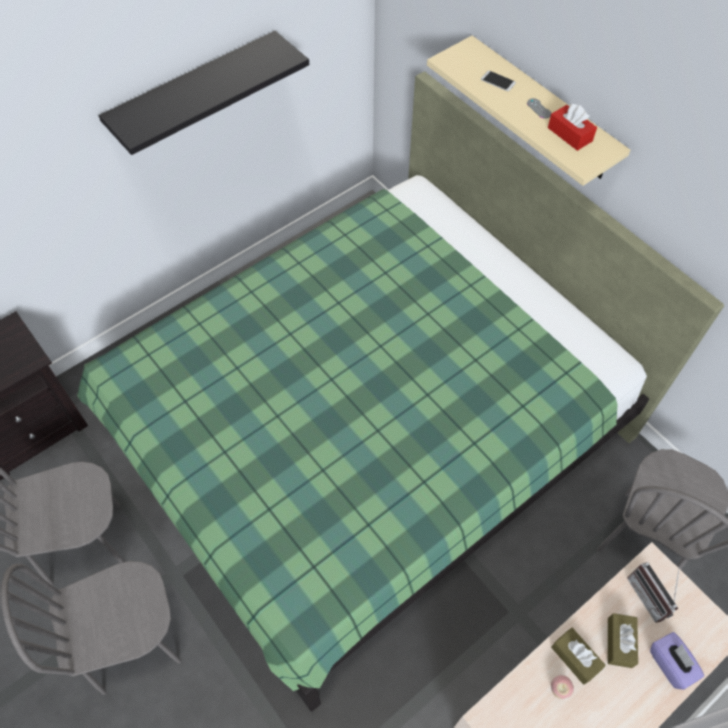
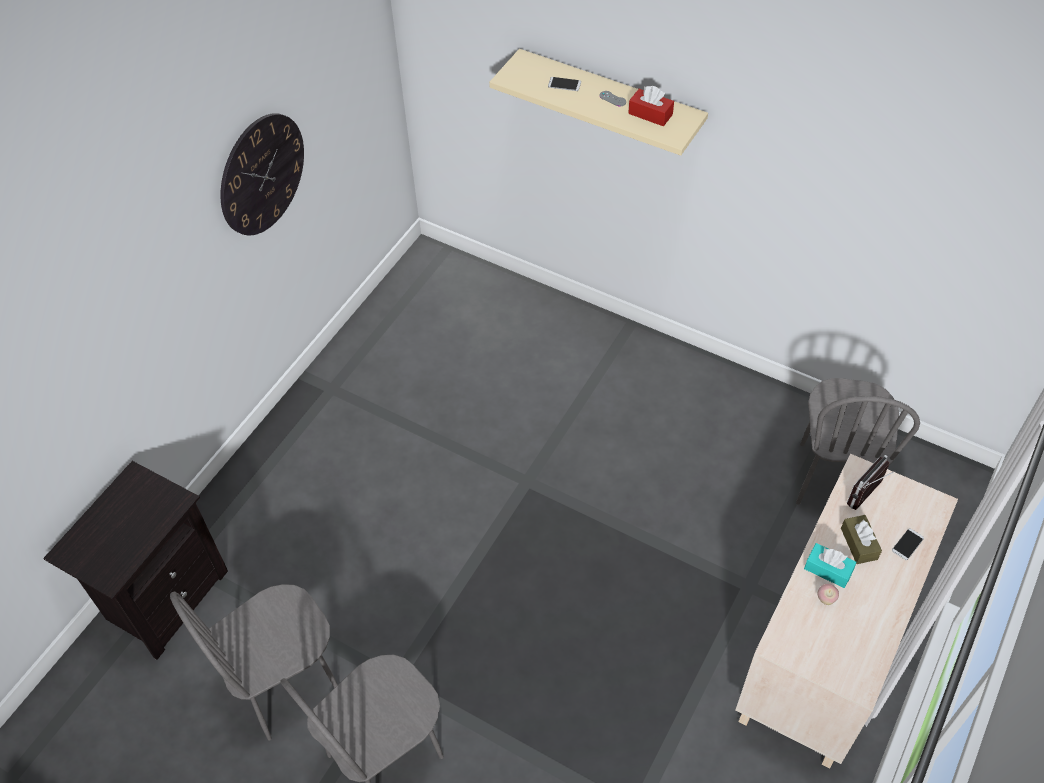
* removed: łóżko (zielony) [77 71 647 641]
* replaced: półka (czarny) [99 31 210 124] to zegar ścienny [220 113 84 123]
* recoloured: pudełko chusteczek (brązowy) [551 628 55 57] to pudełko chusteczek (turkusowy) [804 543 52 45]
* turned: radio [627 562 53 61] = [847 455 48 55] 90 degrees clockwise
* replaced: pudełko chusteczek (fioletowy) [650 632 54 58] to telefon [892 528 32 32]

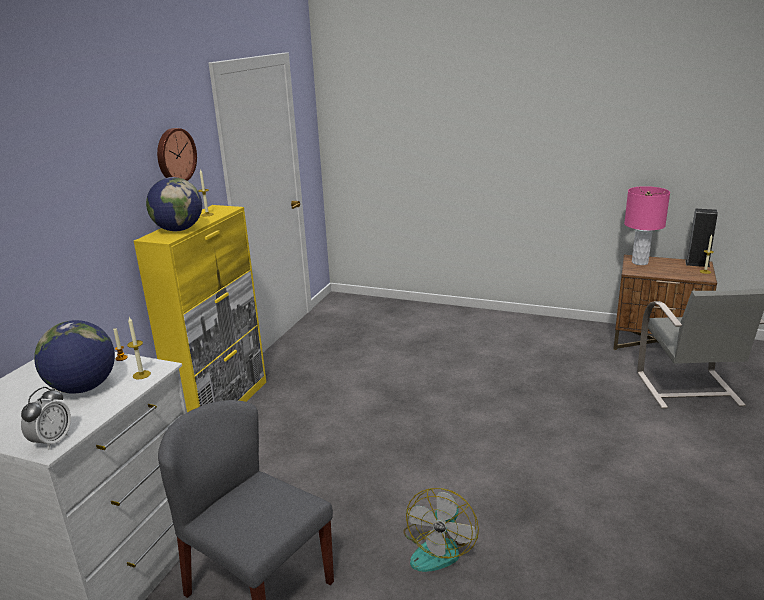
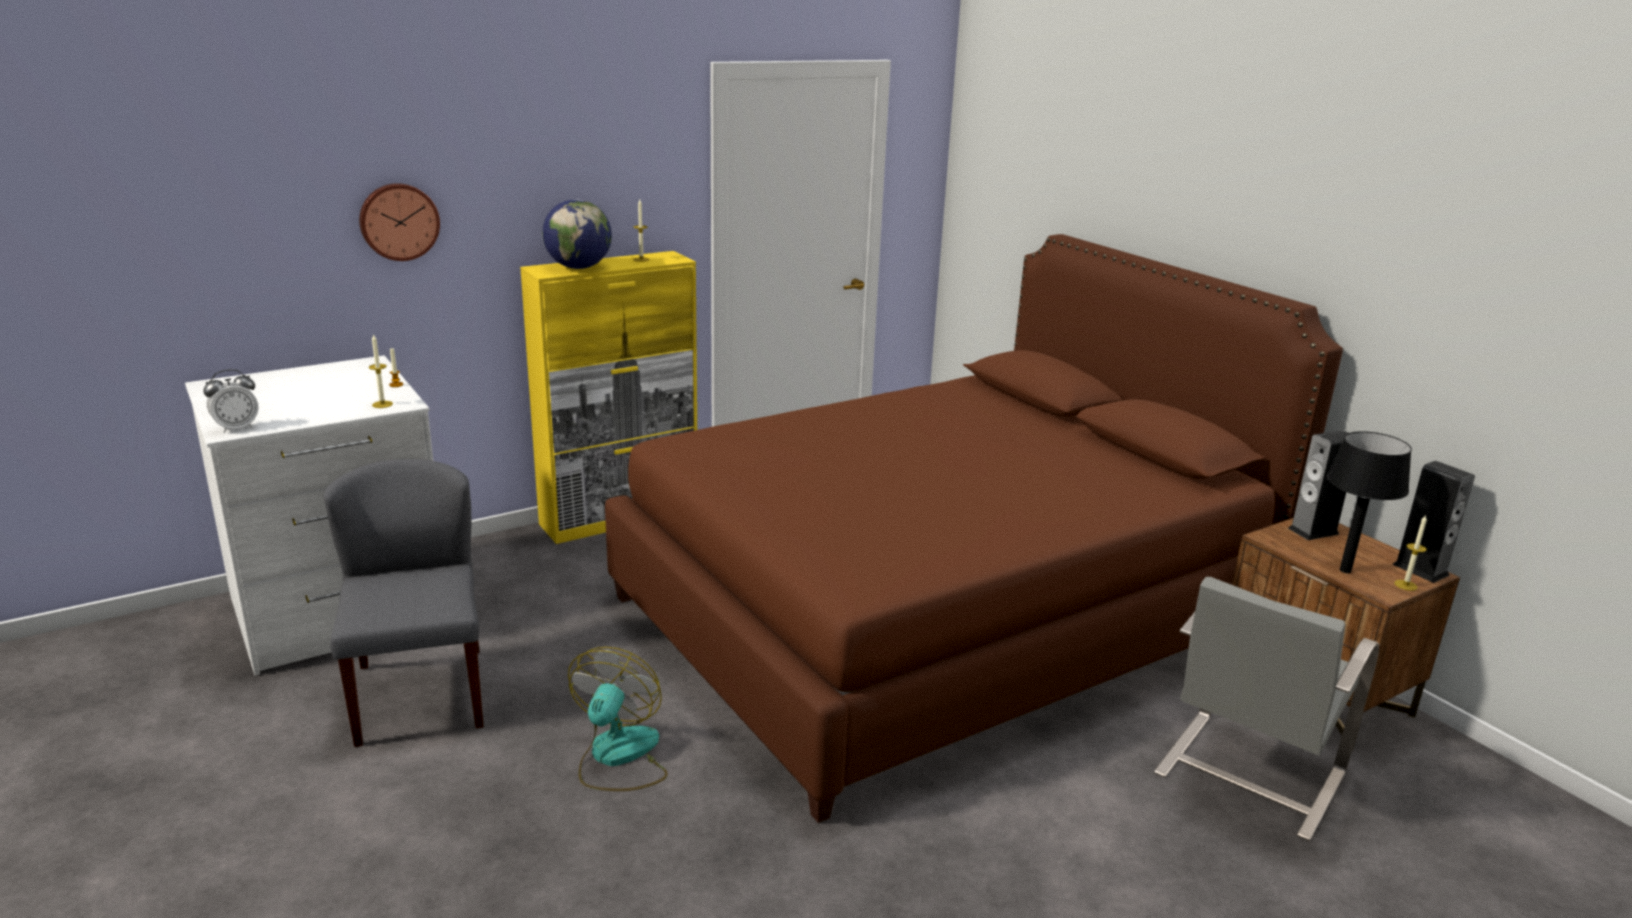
* removed: globus [34 320 81 74]
* moved: zegar ścienny [157 128 40 53] to [359 183 81 78]
* turned: wentylator [403 488 76 84] = [568 647 100 144] 135 degrees clockwise
* replaced: lampa stołowa (różowy) [624 186 46 79] to głośnik [1288 430 60 110]
* added: łóżko (brązowy) [605 234 738 589]
* added: lampa stołowa (czarny) [1327 431 85 142]

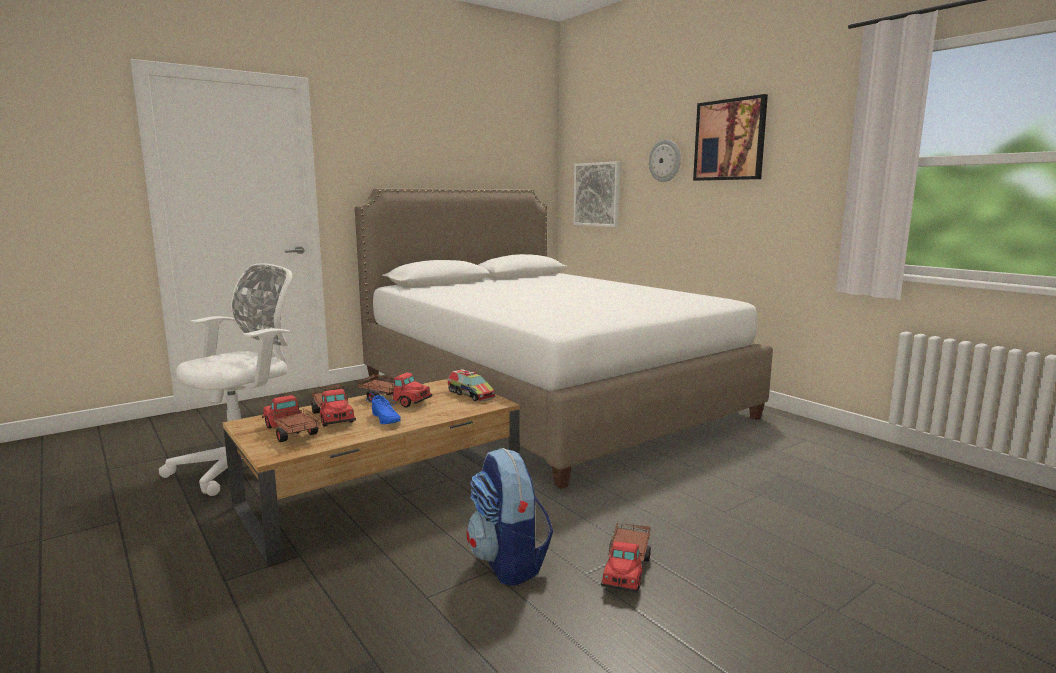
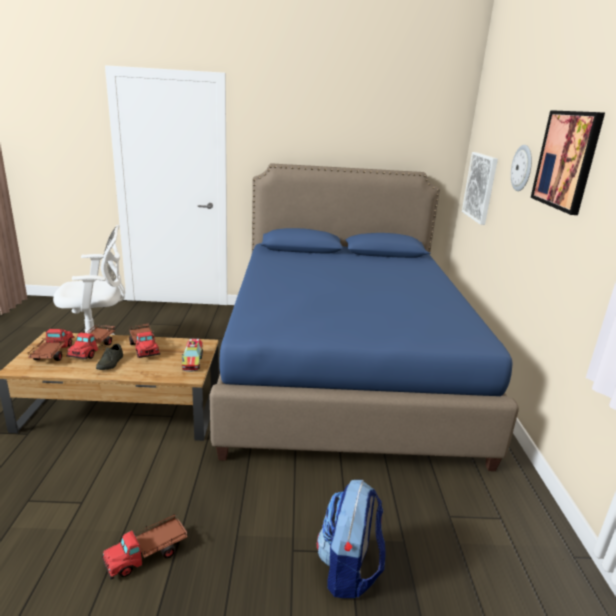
* recoloured: łóżko (biały) [355 188 418 301] to łóżko (niebieski) [210 163 309 308]
* recoloured: but (niebieski) [366 393 35 31] to but (szary) [96 344 27 26]
* moved: plecak [466 448 87 138] to [317 480 68 118]

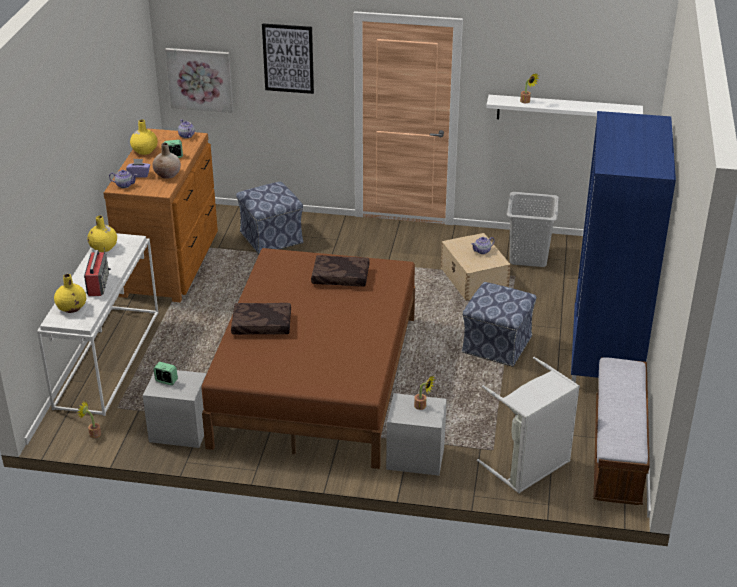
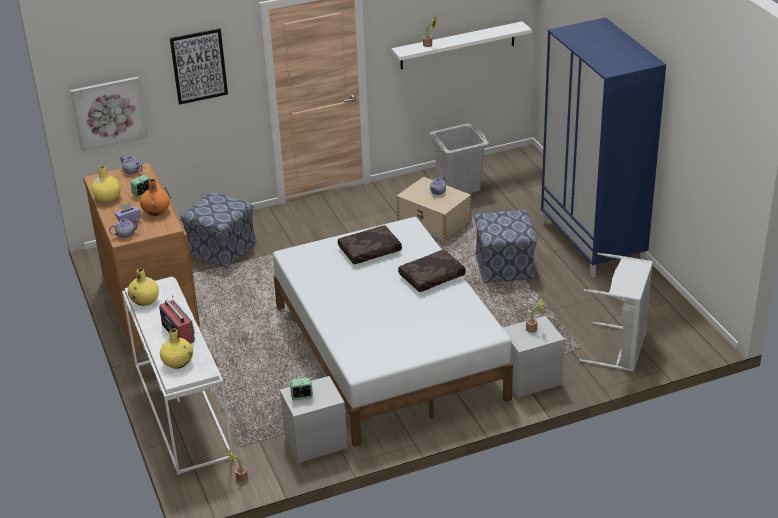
* recoloured: wazon (beżowy) [153 143 28 36] to wazon (pomarańczowy) [140 179 30 37]
* recoloured: łóżko (brązowy) [201 248 214 221] to łóżko (biały) [273 217 240 229]
* moved: poduszka (brązowy) [231 303 60 32] to [398 250 68 42]
* removed: ławka [594 357 56 148]

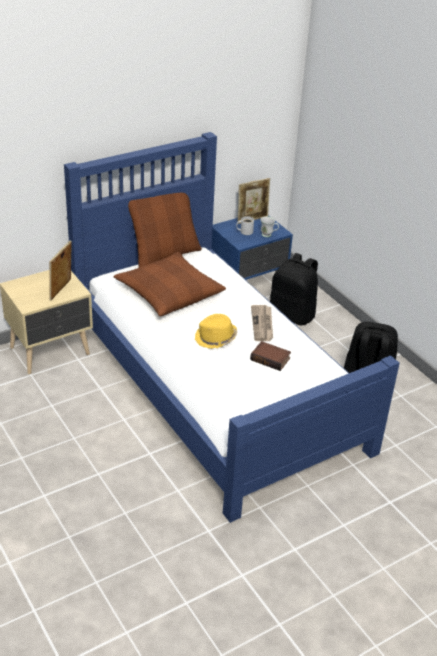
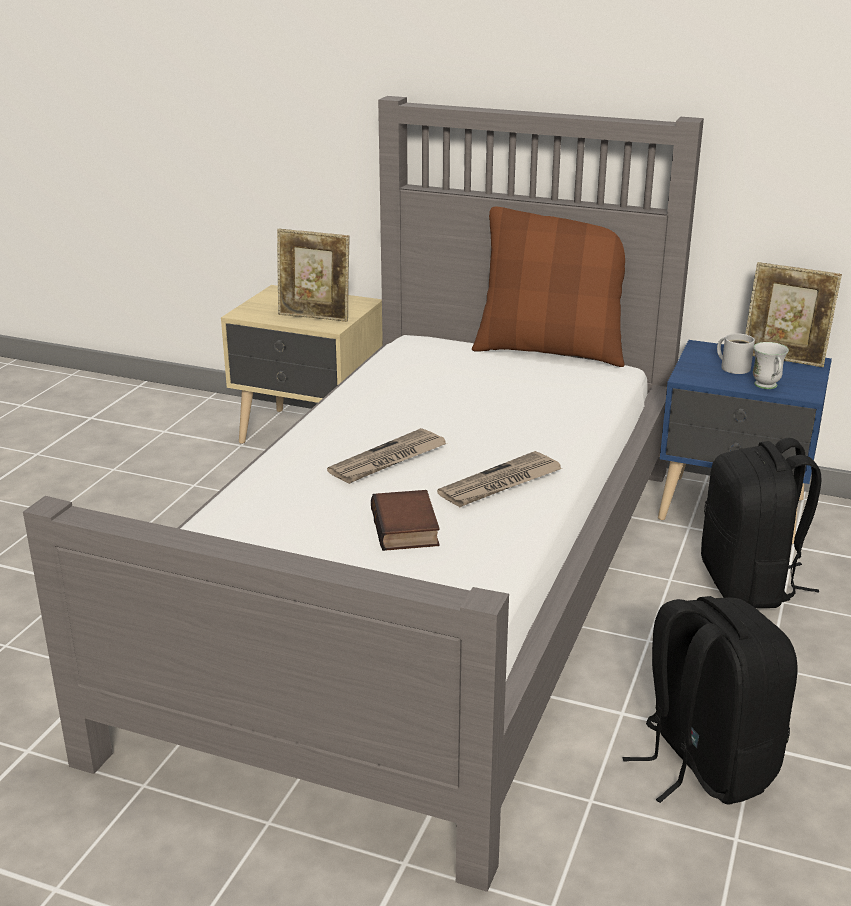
* turned: ramka na zdjęcie [49 241 23 60] = [277 229 73 93] 150 degrees counterclockwise
* recoloured: łóżko (niebieski) [64 132 336 391] to łóżko (szary) [23 96 681 796]
* removed: poduszka (brązowy) [114 252 112 64]
* replaced: kapelusz (żółty) [195 314 43 35] to gazeta [327 428 119 56]

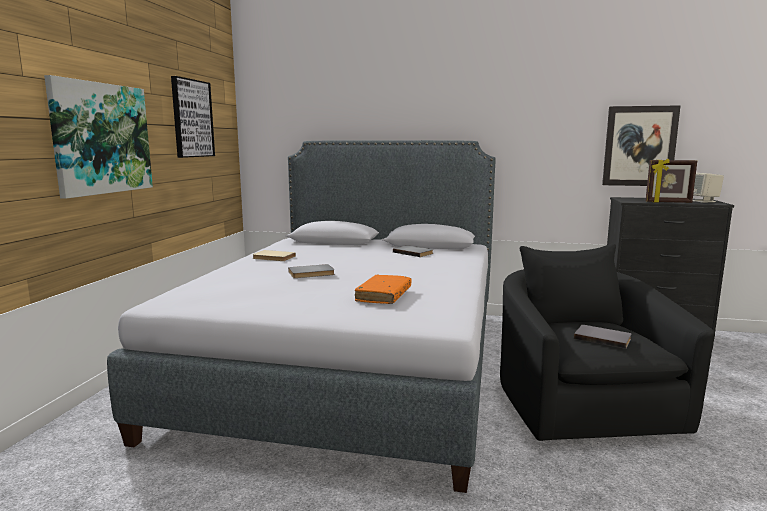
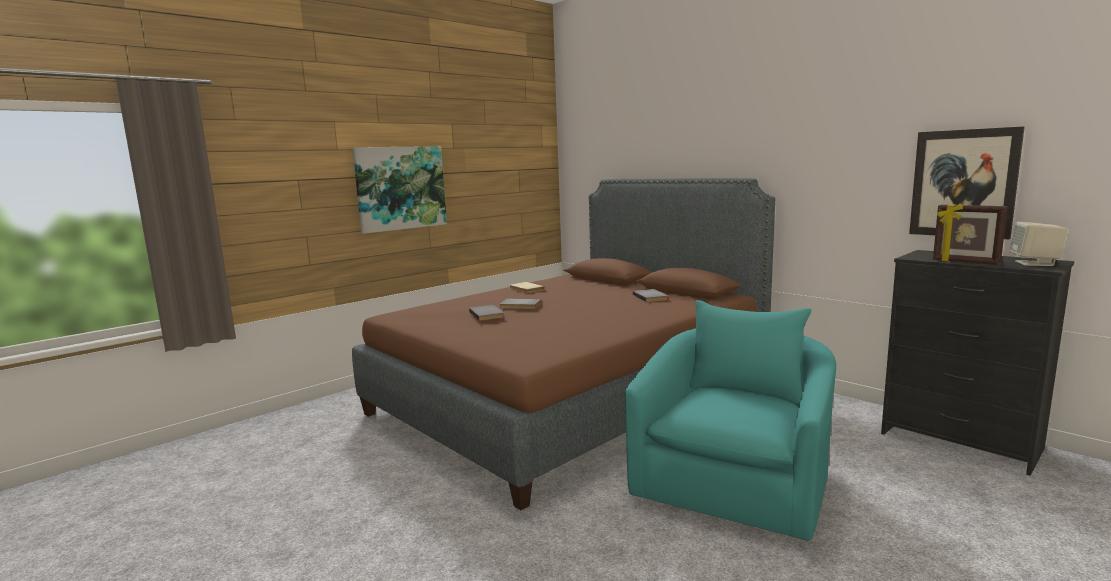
* recoloured: łóżko (szary) [107 140 389 353] to łóżko (brązowy) [352 178 423 332]
* removed: obraz [171 76 44 82]
* removed: książka (pomarańczowy) [355 274 56 30]
* recoloured: fotel (czarny) [500 244 215 197] to fotel (turkusowy) [625 300 211 241]
* moved: książka (szary) [574 325 57 24] to [469 305 35 16]

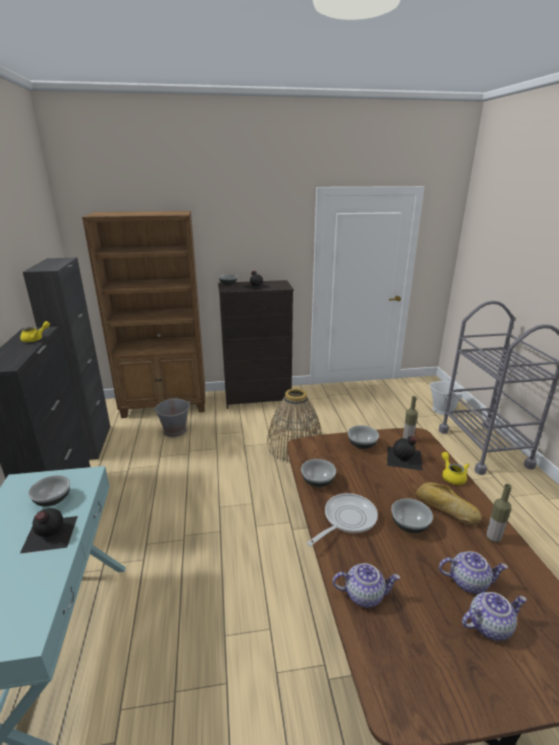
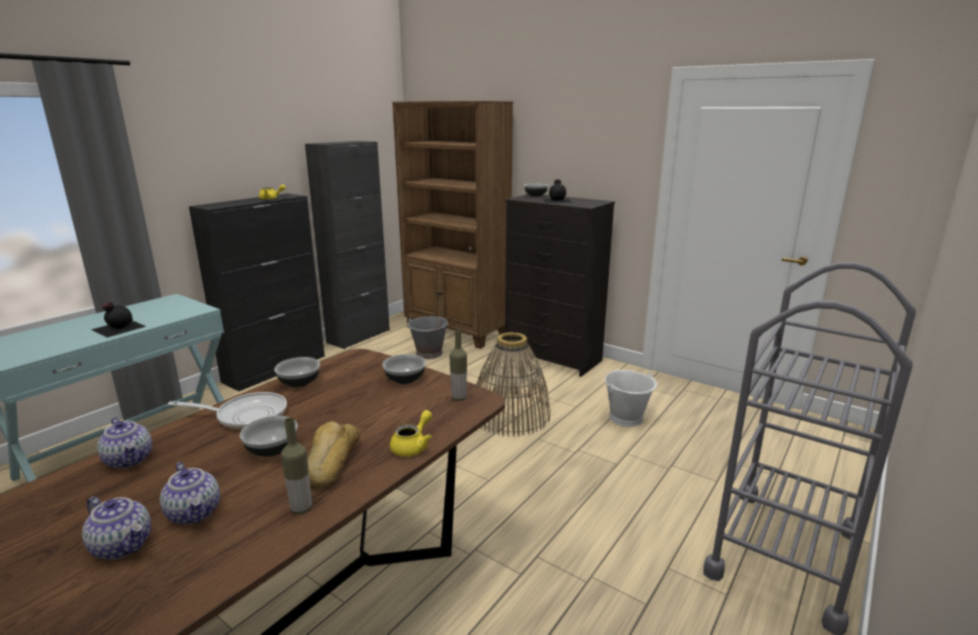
* removed: miska [28 475 42 32]
* removed: butelka (czarny) [387 436 36 35]
* moved: wiadro (biały) [429 378 36 37] to [605 370 52 57]

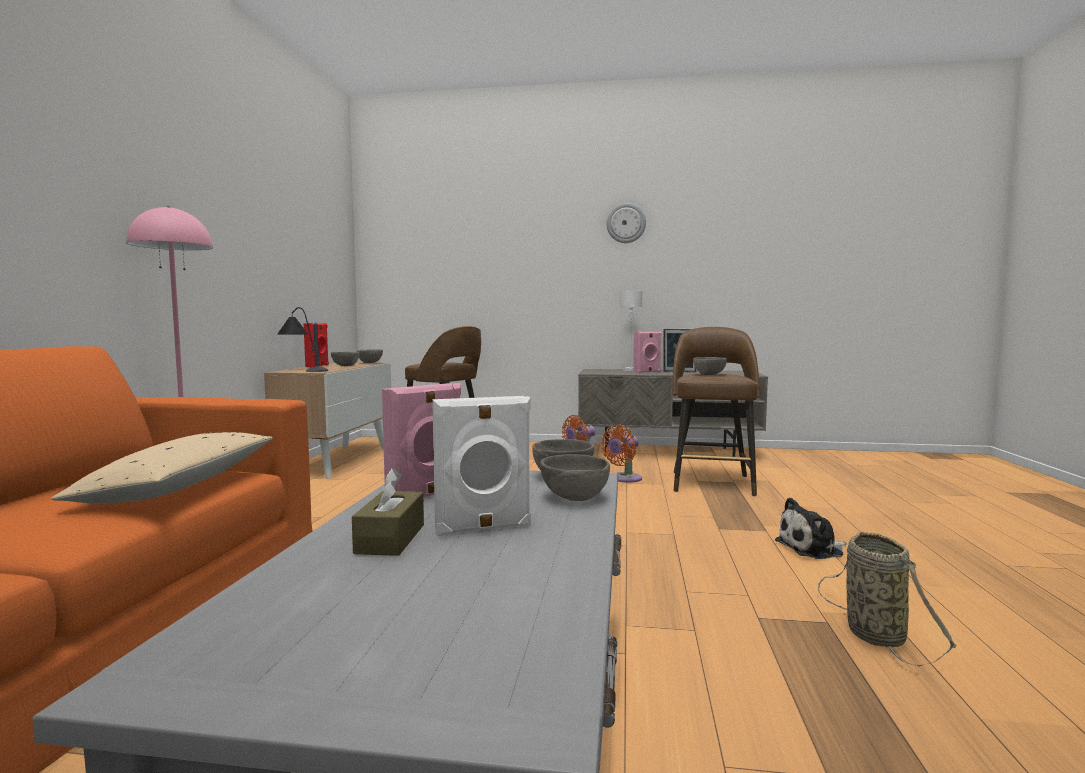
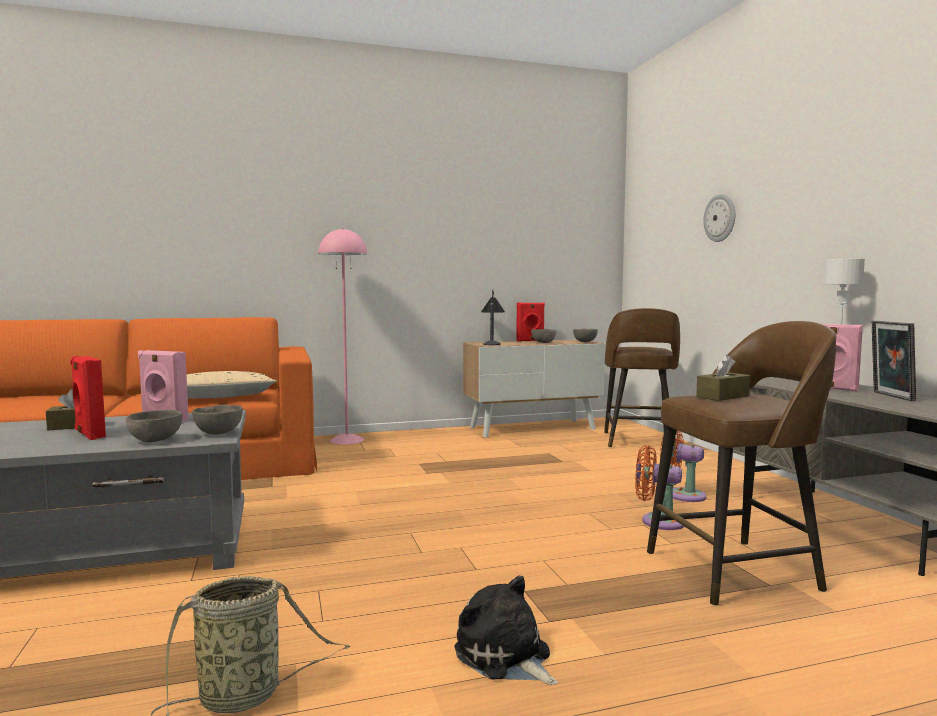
* recoloured: głośnik (biały) [432 396 99 140] to głośnik (czerwony) [70 356 36 84]
* moved: zegar ścienny [607 203 39 40] to [703 194 32 48]
* replaced: miska (szary) [693 357 34 18] to pudełko chusteczek (brązowy) [696 355 54 46]

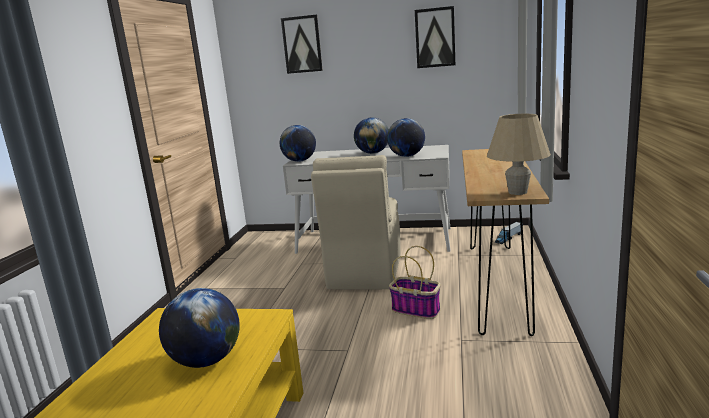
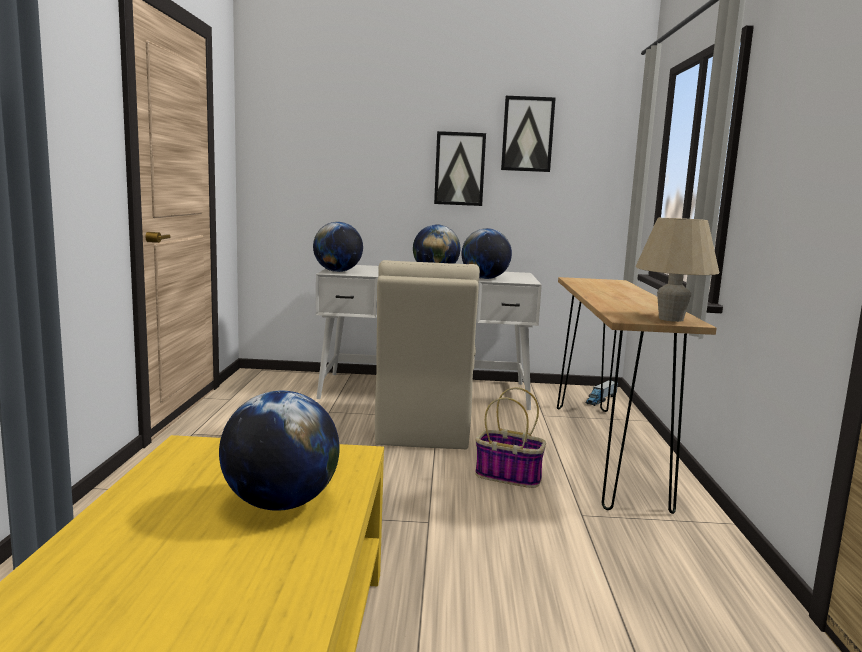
* moved: obraz [281 15 42 59] to [434 131 52 75]

